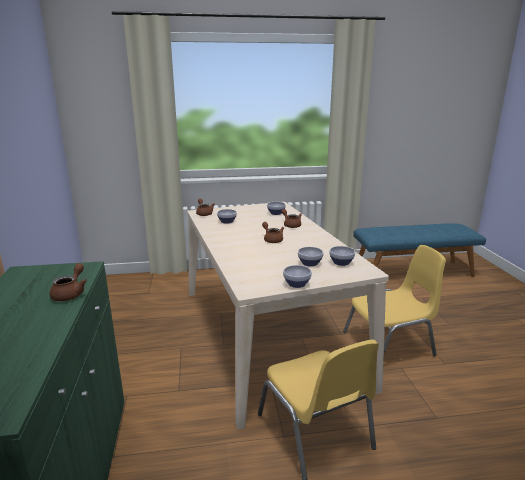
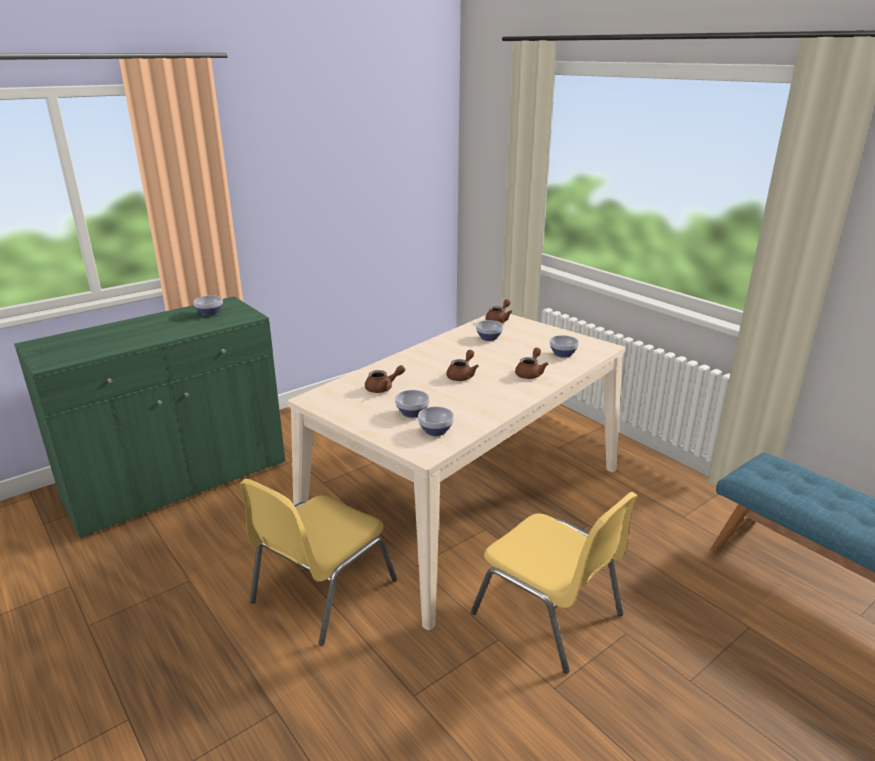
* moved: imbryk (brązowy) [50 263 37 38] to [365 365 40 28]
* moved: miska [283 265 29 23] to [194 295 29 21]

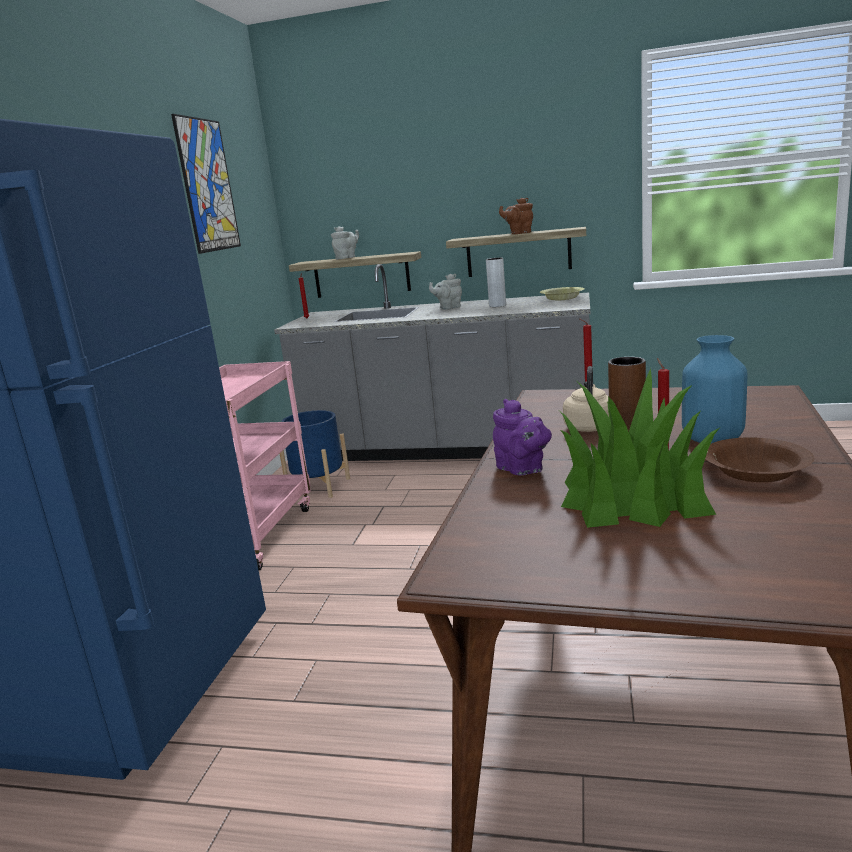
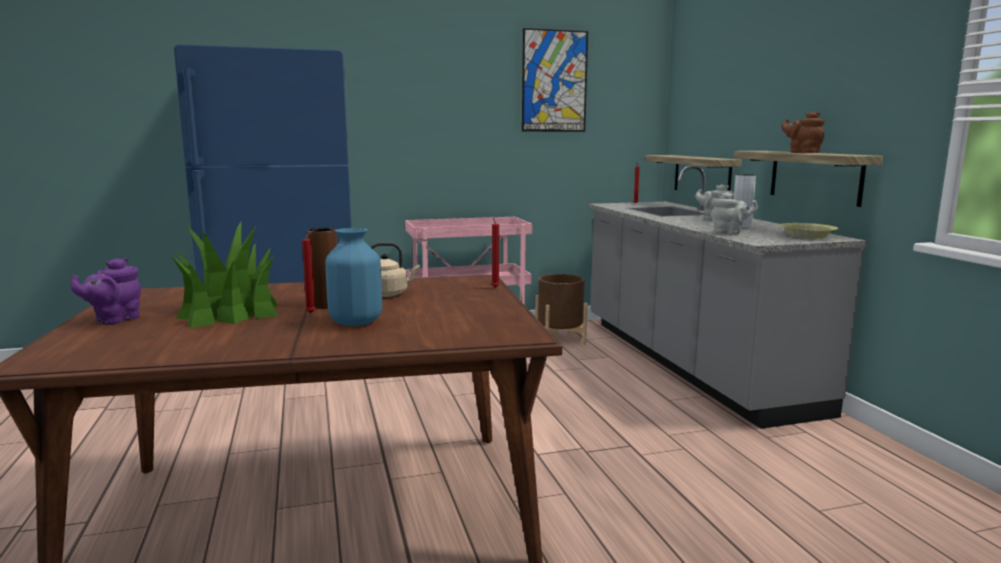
* recoloured: donica (niebieski) [280 410 70 88] to donica (brązowy) [535 274 53 71]
* moved: imbryk (szary) [331 226 28 34] to [711 192 47 42]
* moved: imbryk (fioletowy) [493 399 59 77] to [71 258 70 67]
* removed: miska (brązowy) [705 437 109 45]

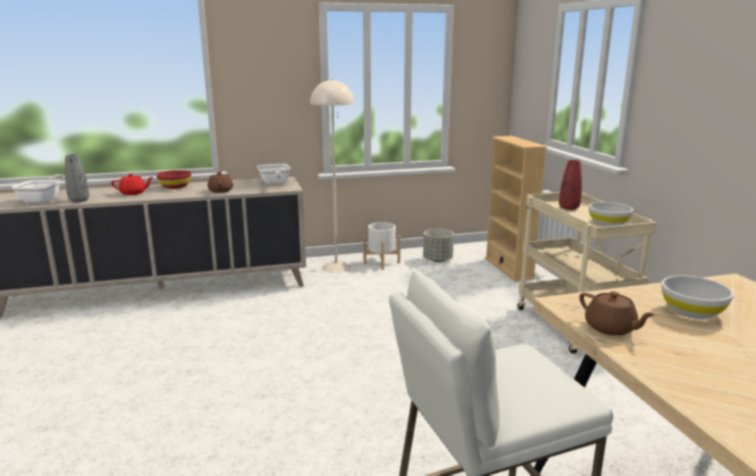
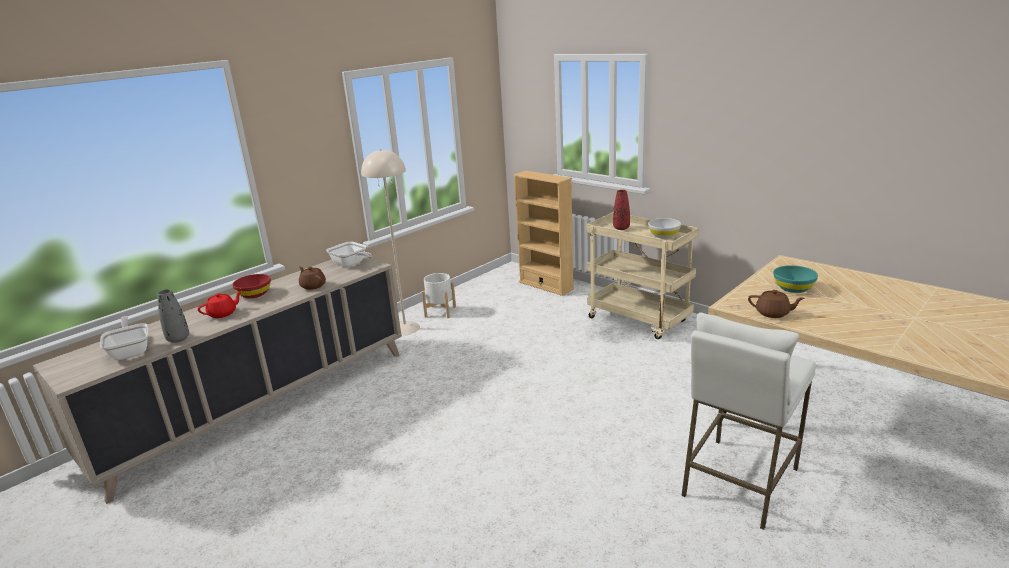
* removed: donica (szary) [423 229 31 33]
* recoloured: miska (biały) [661 275 73 44] to miska (turkusowy) [774 265 44 28]

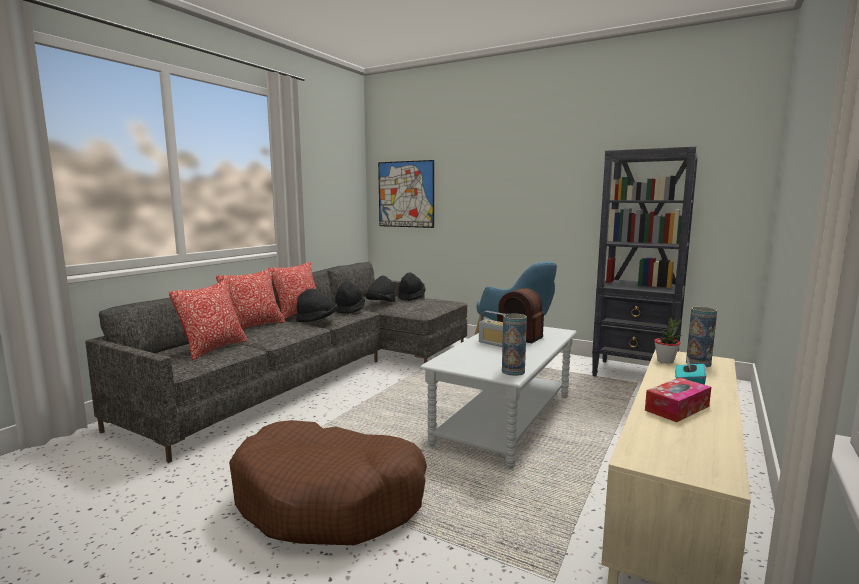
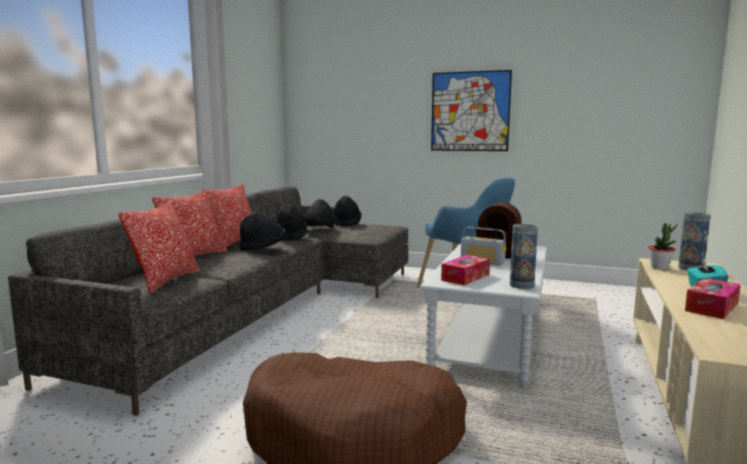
* moved: obraz [378 160 56 68] to [431 70 81 81]
* removed: regał (czarny) [592 146 106 231]
* added: pudełko chusteczek [441 255 49 30]

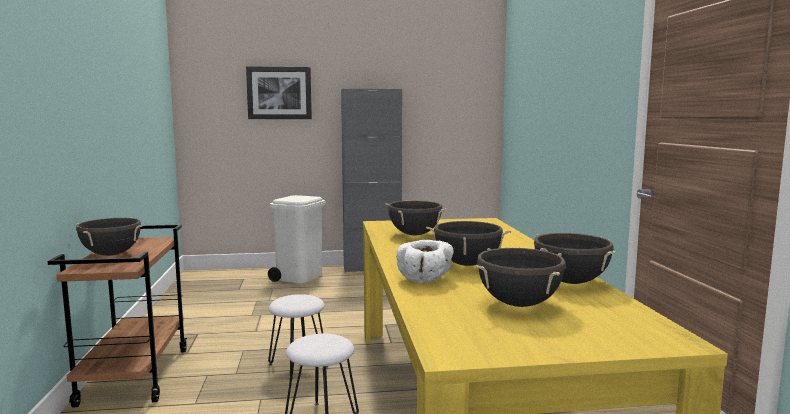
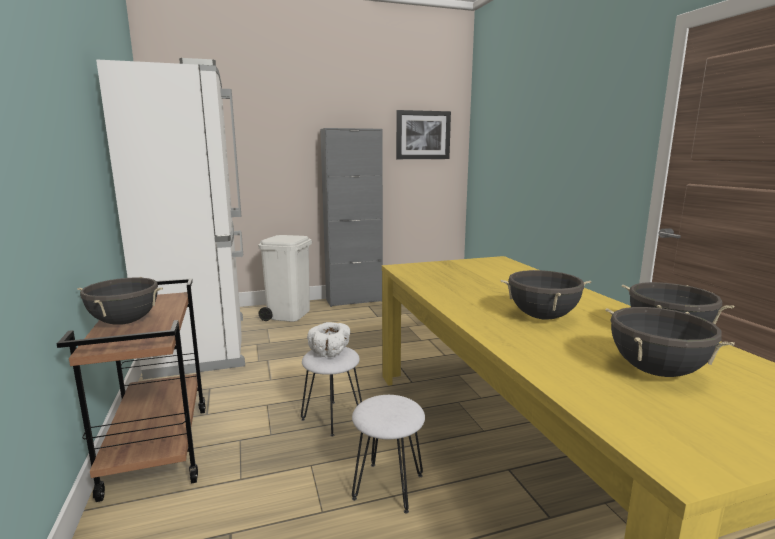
* moved: obraz [246 66 66 53] to [396 110 55 49]
* removed: garnek (czarny) [386 201 60 34]
* moved: miska (biały) [396 240 58 43] to [307 322 44 35]
* added: lodówka (biały) [96 58 149 321]

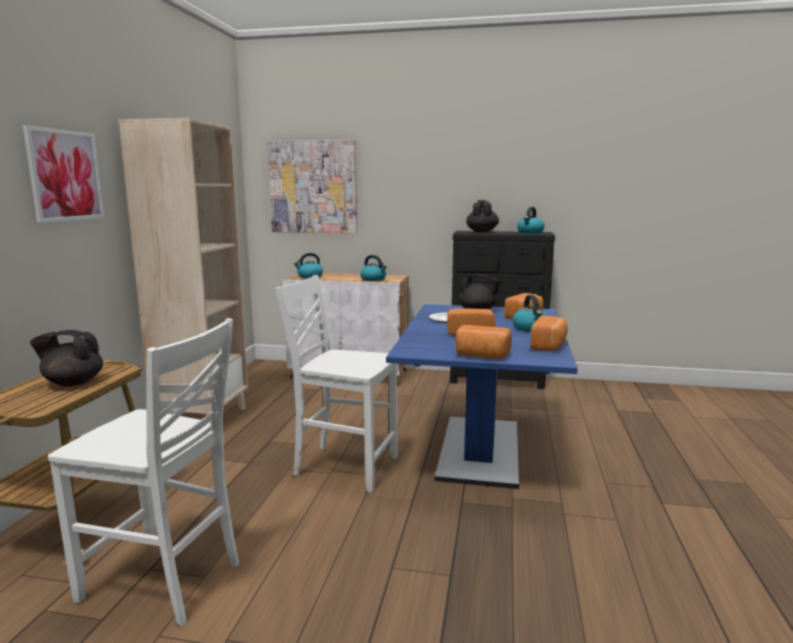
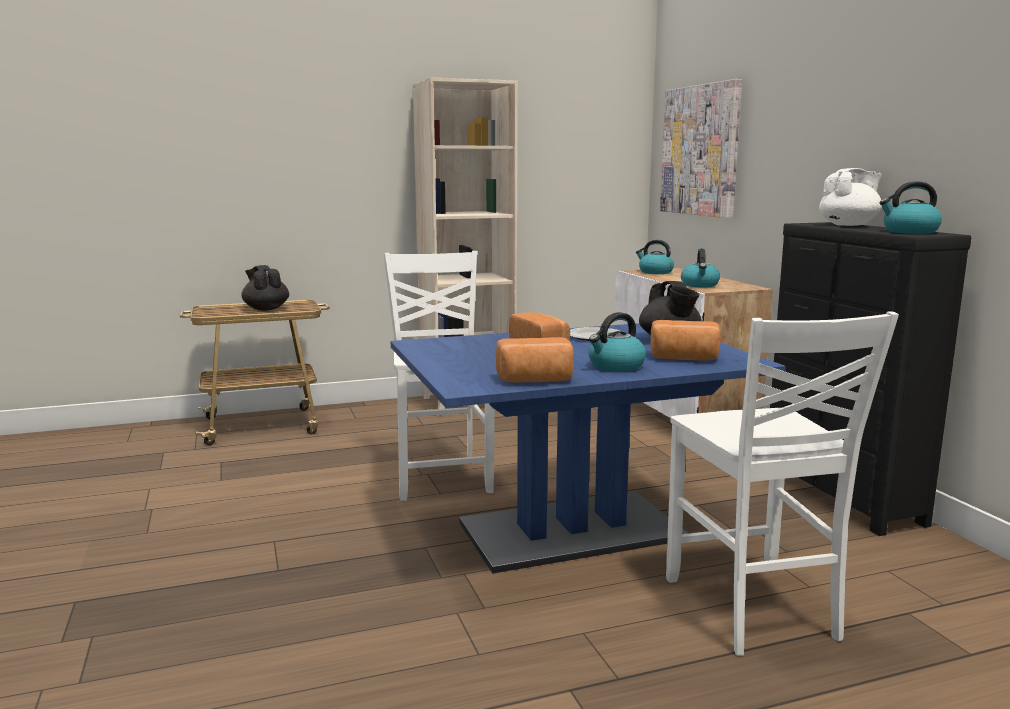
* removed: obraz [23 125 81 98]
* moved: krzesło (biały) [48 318 191 309] to [666 311 233 345]
* removed: chleb [456 325 56 34]
* recoloured: imbryk (czarny) [466 200 33 32] to imbryk (biały) [819 168 63 58]

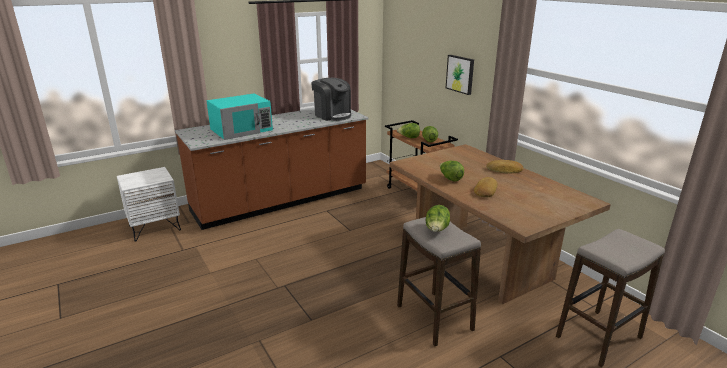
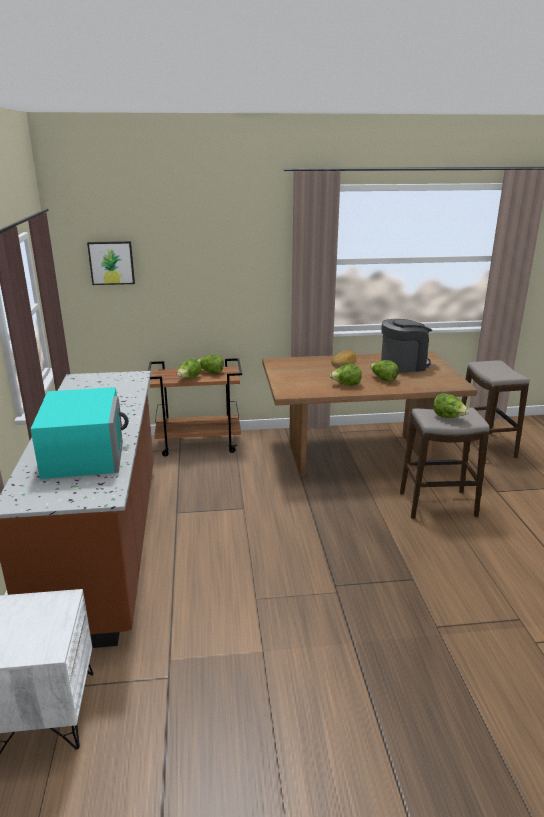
* moved: ekspres do kawy [311 78 40 43] to [381 319 51 54]
* moved: obraz [446 55 28 40] to [87 241 48 44]
* replaced: chleb [474 177 24 20] to sałata [370 360 29 22]

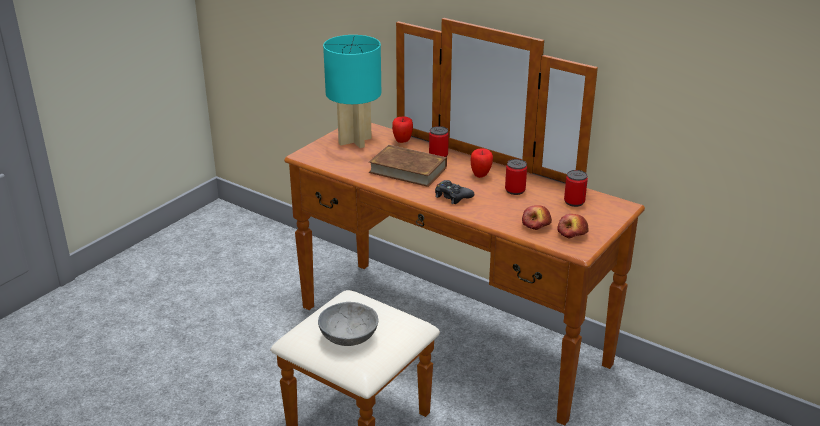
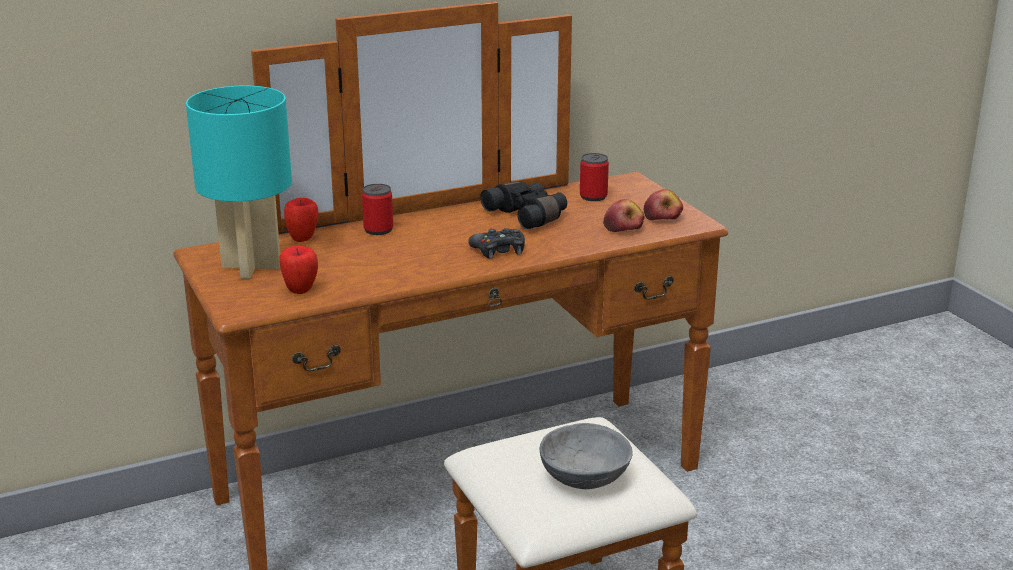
* removed: książka (brązowy) [369 145 78 42]
* moved: jabłko [471 148 22 30] to [279 246 39 48]
* replaced: puszka [505 159 22 36] to lornetka (czarny) [480 181 87 48]

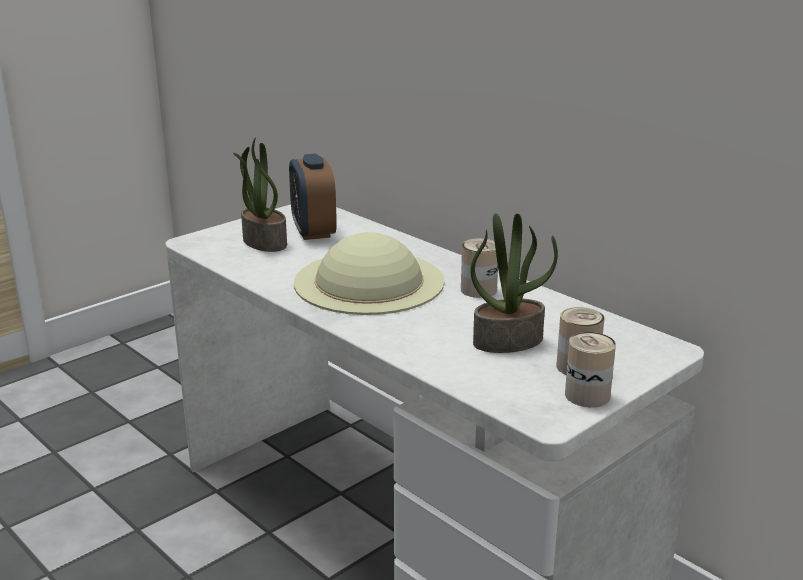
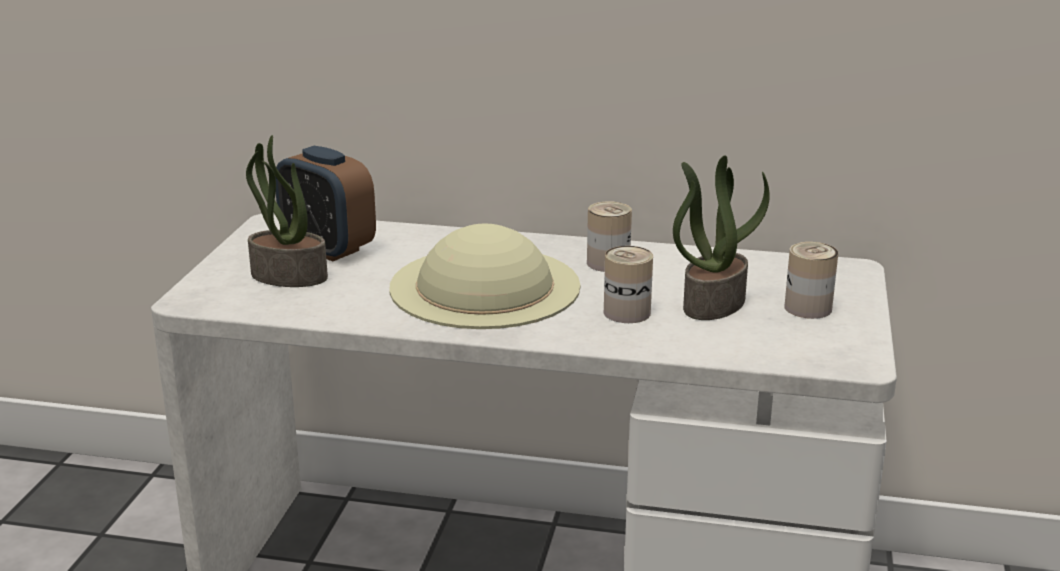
* moved: puszka [565 332 51 75] to [604 246 49 77]

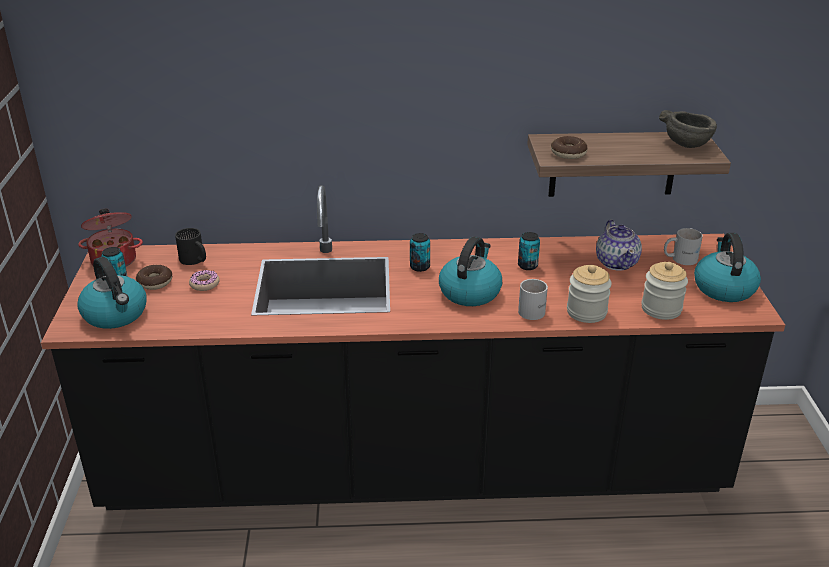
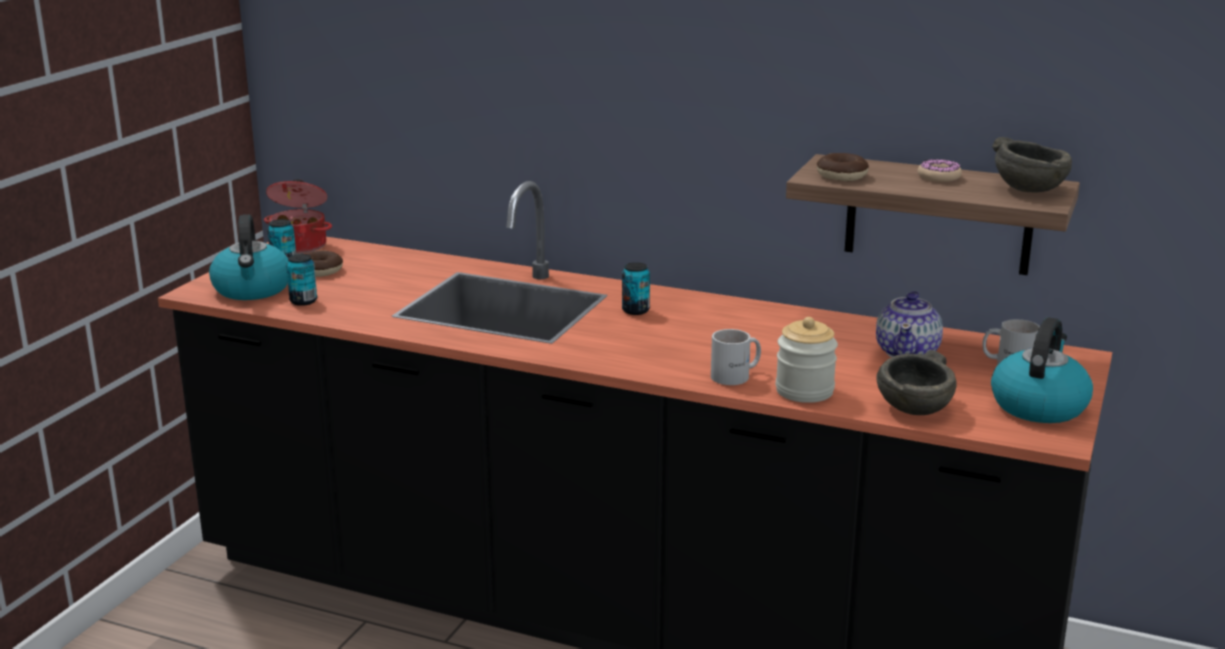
* removed: kubek (czarny) [175 228 31 37]
* moved: donut [189 270 31 21] to [918 159 44 23]
* removed: czajnik [439 237 63 69]
* moved: puszka [518 232 22 38] to [286 254 31 52]
* replaced: słoik [641 262 47 58] to miska (szary) [876 350 81 65]

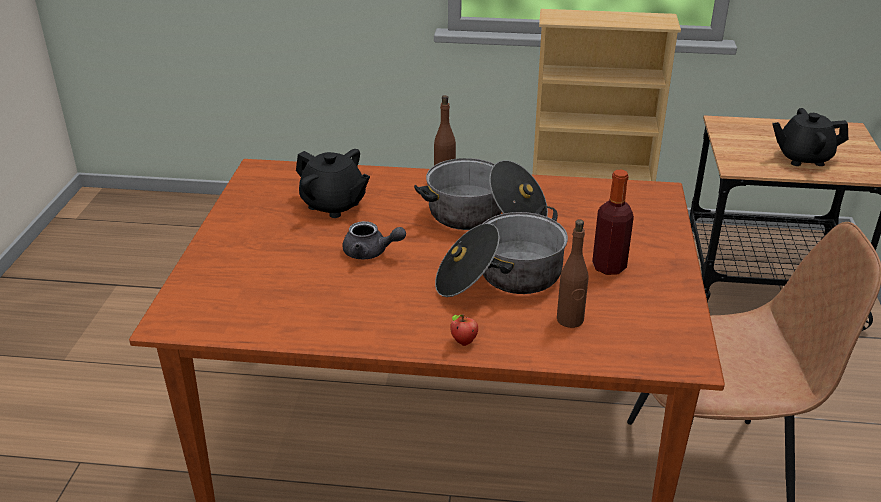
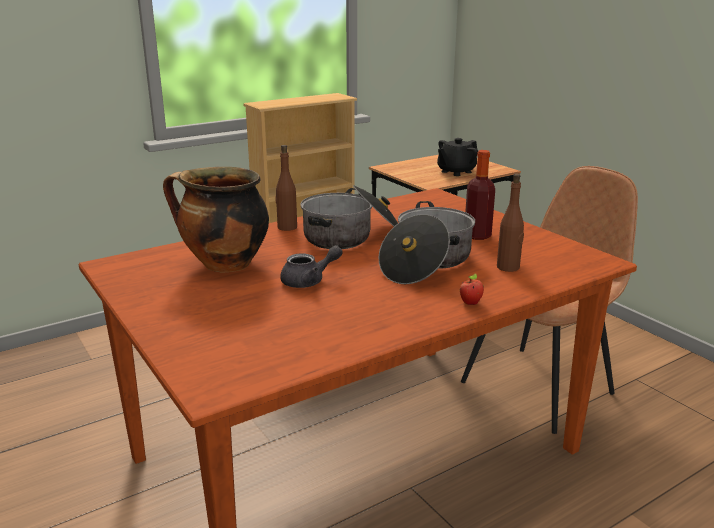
* replaced: imbryk (czarny) [296 149 74 69] to garnek [163 167 106 105]

